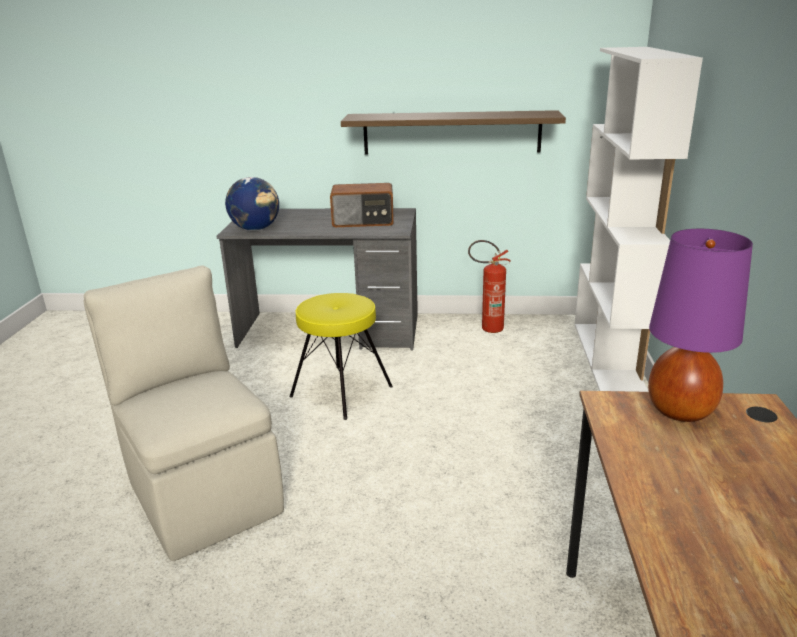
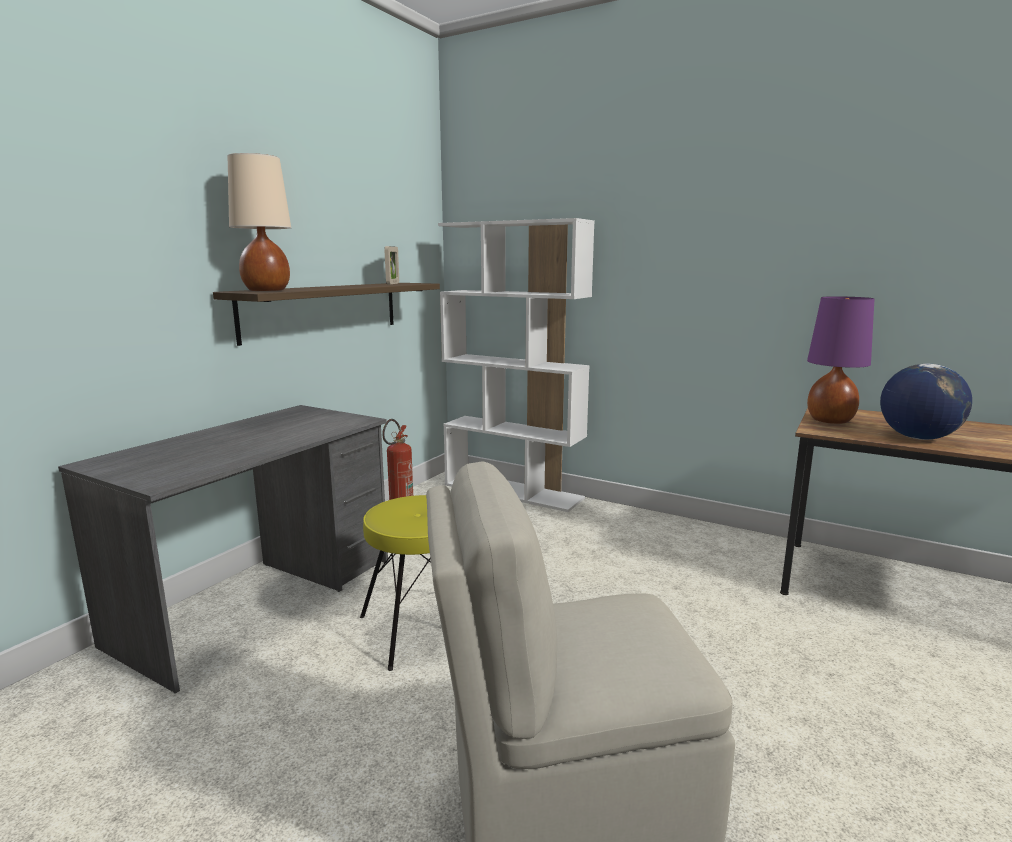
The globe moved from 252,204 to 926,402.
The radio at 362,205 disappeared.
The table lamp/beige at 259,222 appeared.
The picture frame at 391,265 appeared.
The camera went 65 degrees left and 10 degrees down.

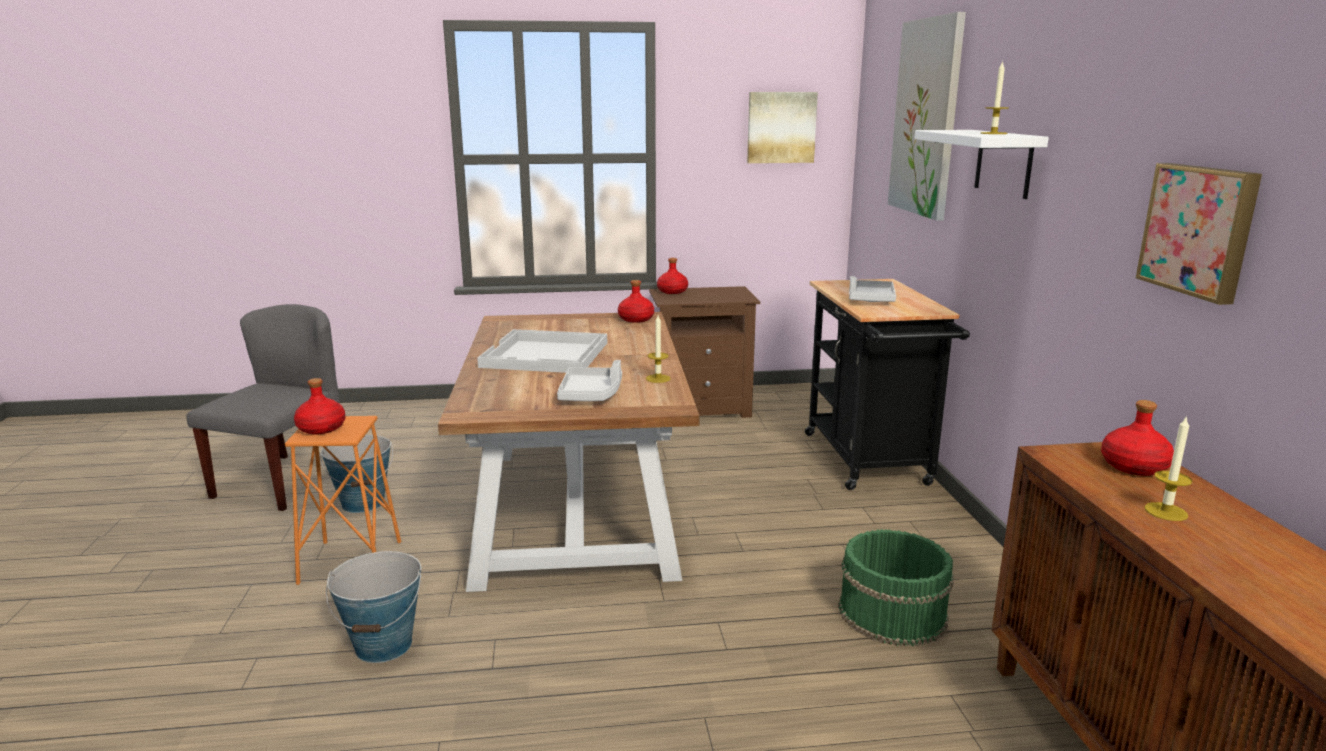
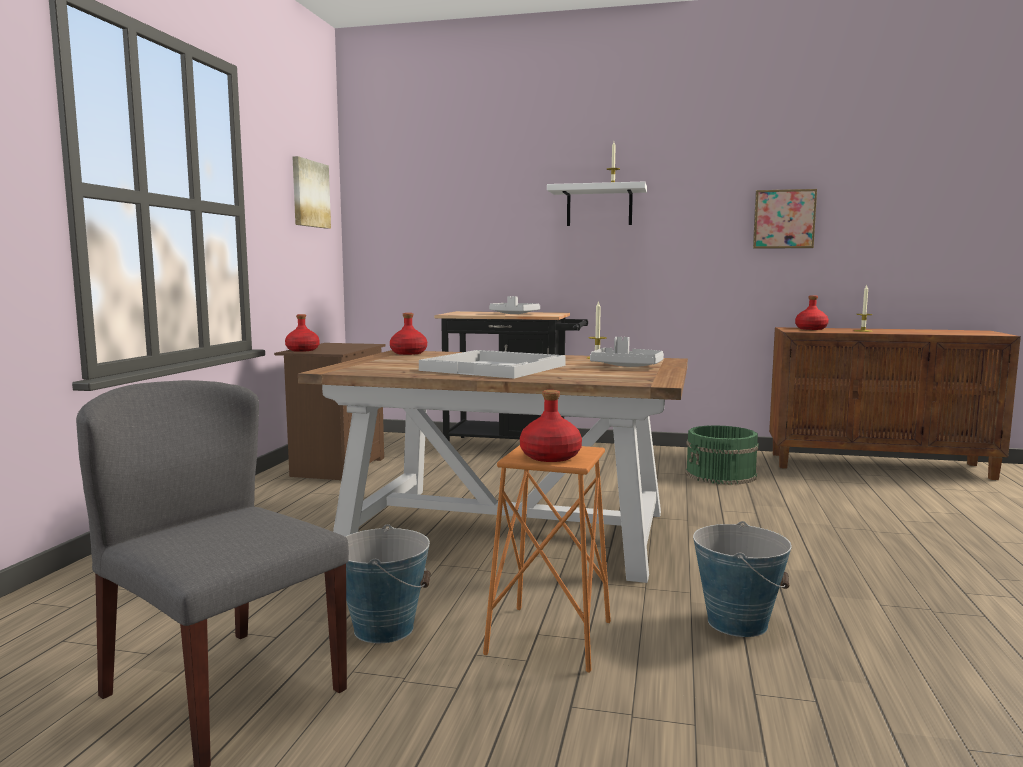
The picture at 927,116 disappeared.
The camera went 70 degrees left and 10 degrees down.

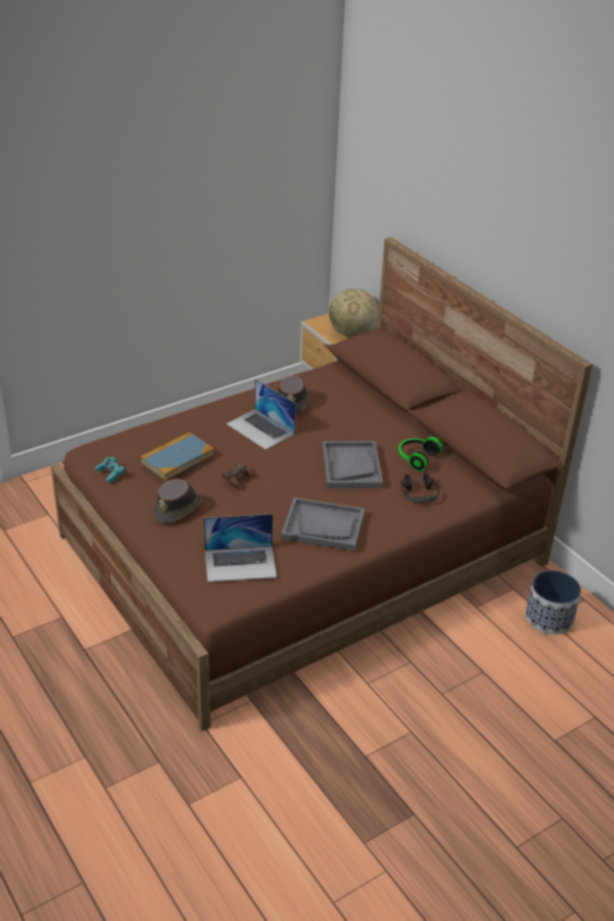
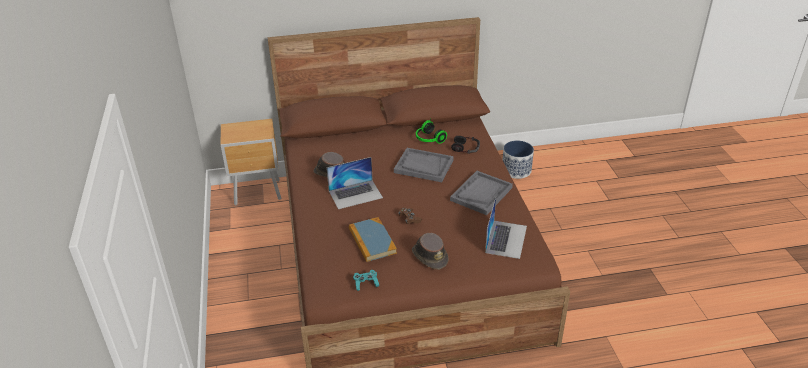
The globe at 353,312 disappeared.
The camera went 65 degrees left and 0 degrees up.

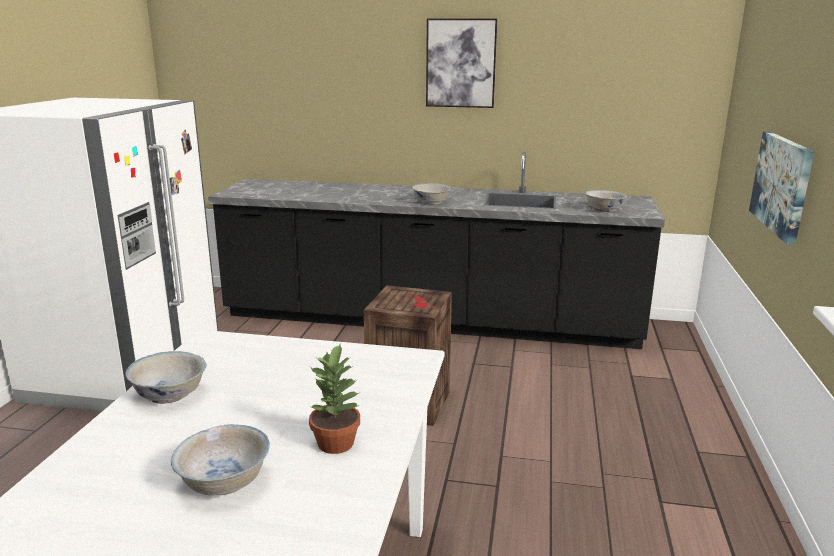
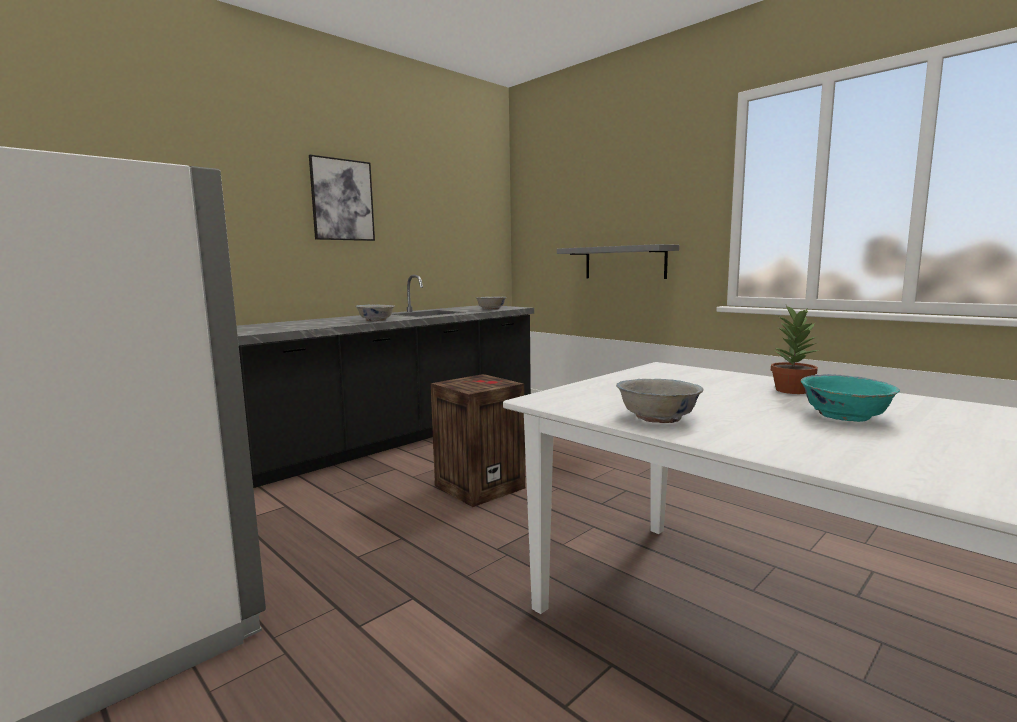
The picture at 781,188 was replaced by the shelf/grey at 618,261.
The bowl/white at 220,459 became the bowl/turquoise at 850,398.
The camera went 55 degrees left and 10 degrees down.

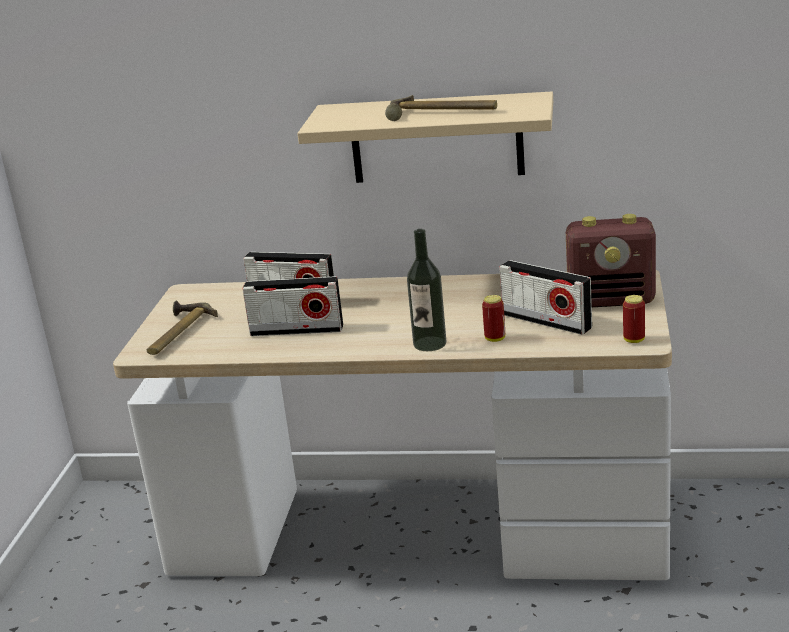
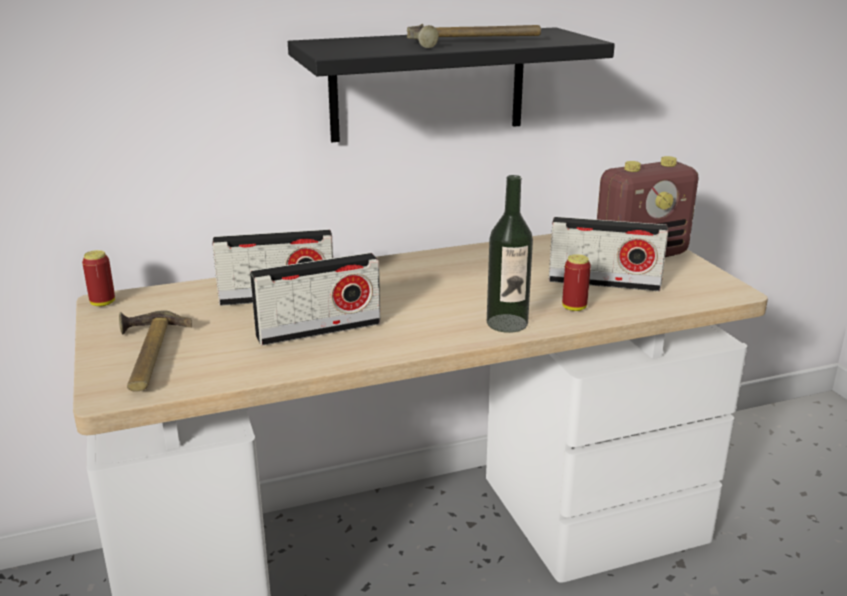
The shelf/beige at 425,137 became the shelf/black at 451,84.
The can moved from 634,319 to 98,278.
The camera went 30 degrees left and 0 degrees up.

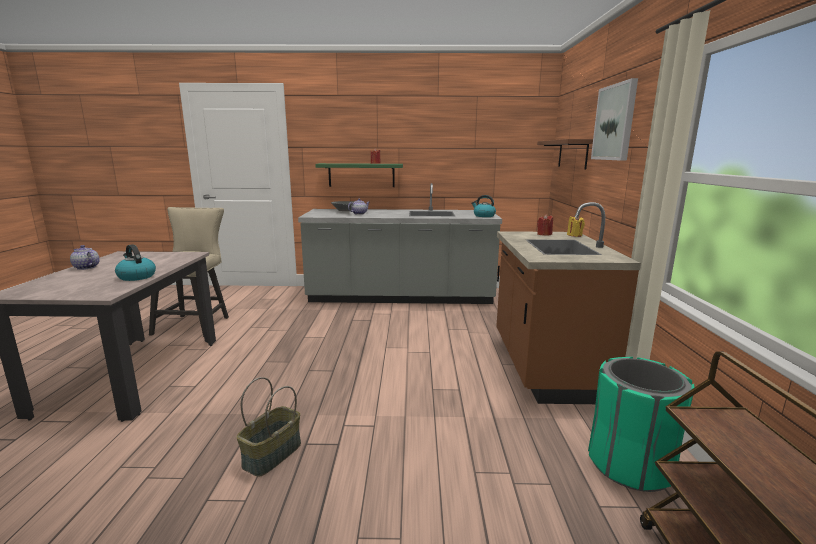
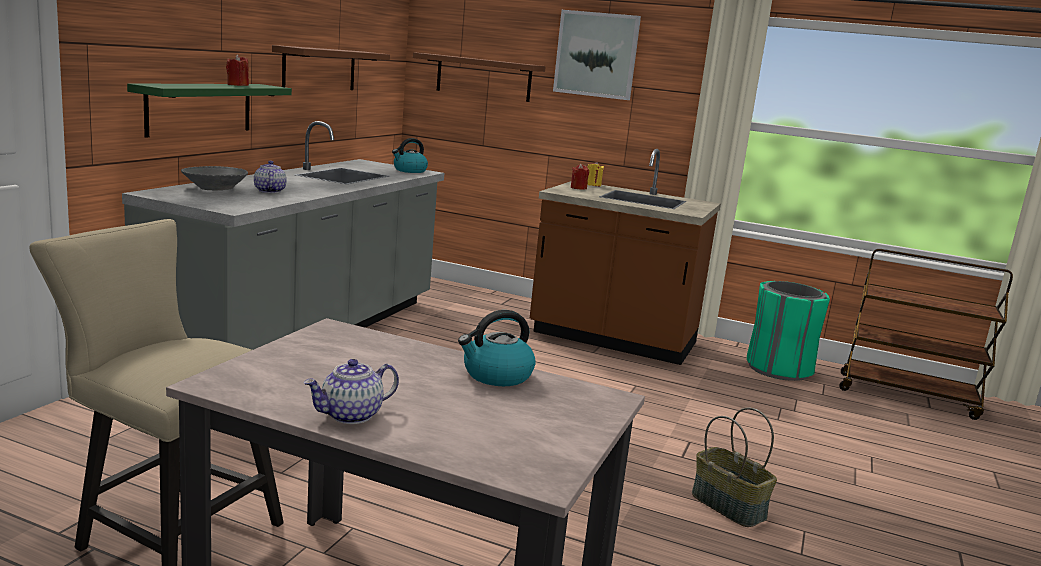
The shelf/brown at 331,67 appeared.
The camera went 70 degrees left and 0 degrees up.

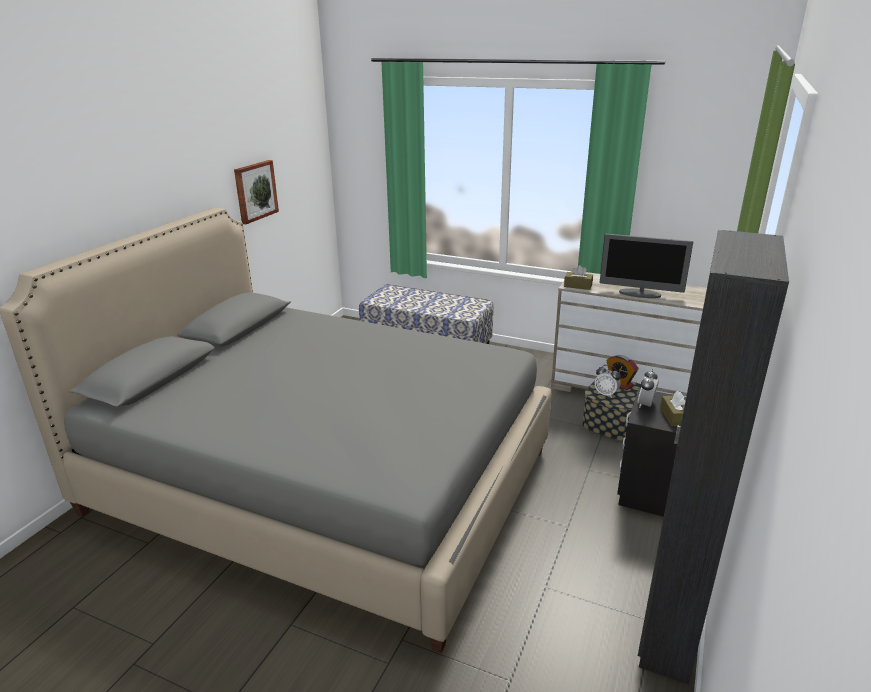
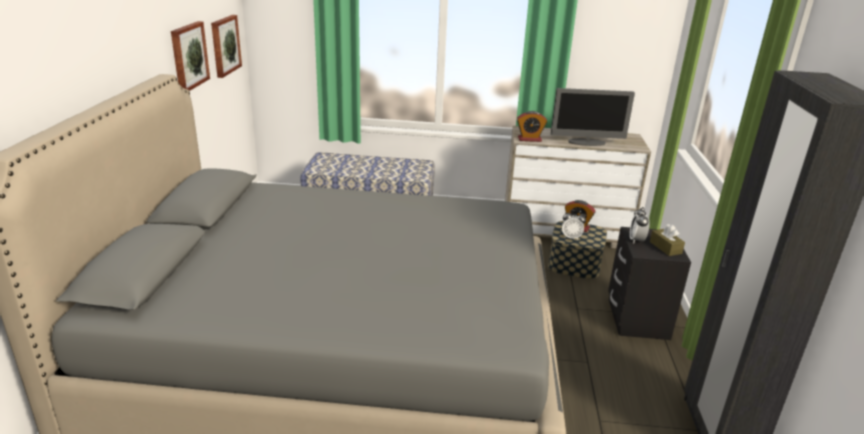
The tissue box/brown at 578,277 was replaced by the alarm clock at 532,126.
The picture at 226,46 appeared.
The camera went 20 degrees left and 0 degrees up.

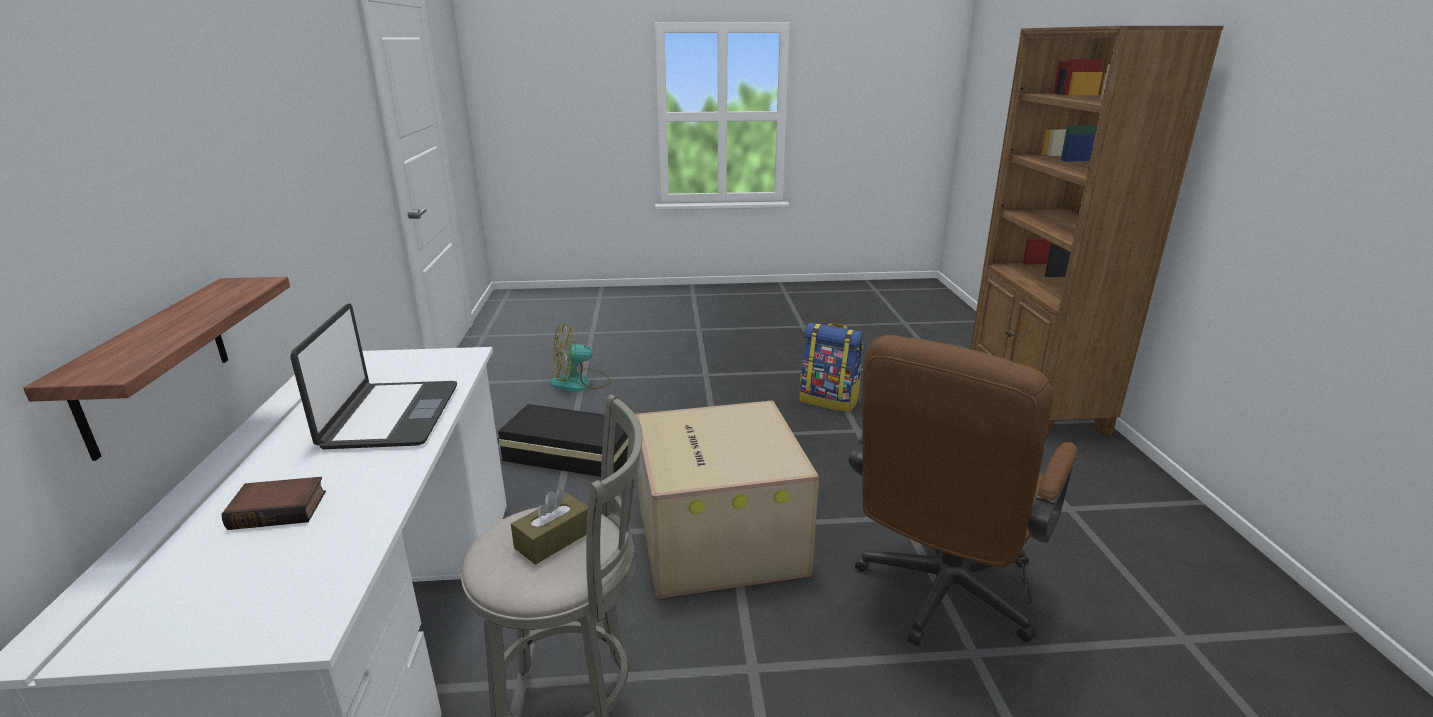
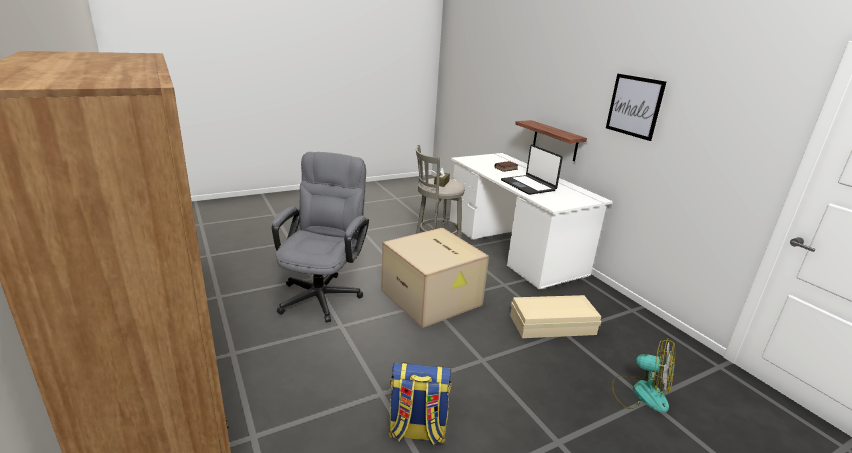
The fan at 580,357 turned 75 degrees clockwise.
The office chair/brown at 963,490 became the office chair/grey at 320,237.
The storage box/black at 563,440 became the storage box/beige at 555,316.
The picture at 636,107 appeared.
The camera went 155 degrees right and 0 degrees up.

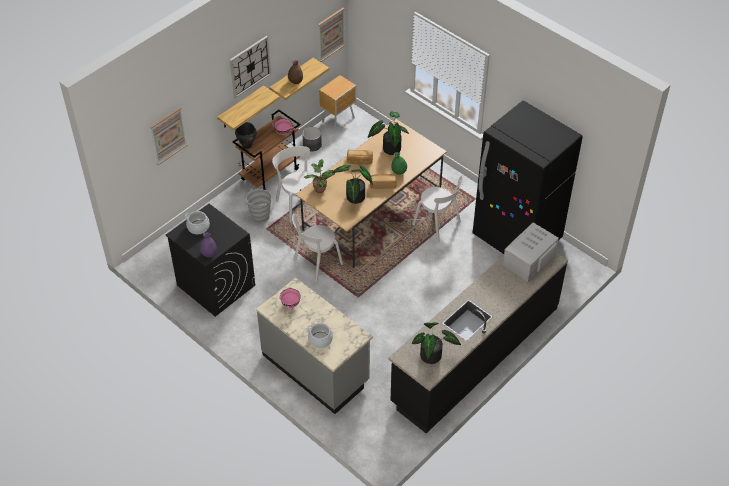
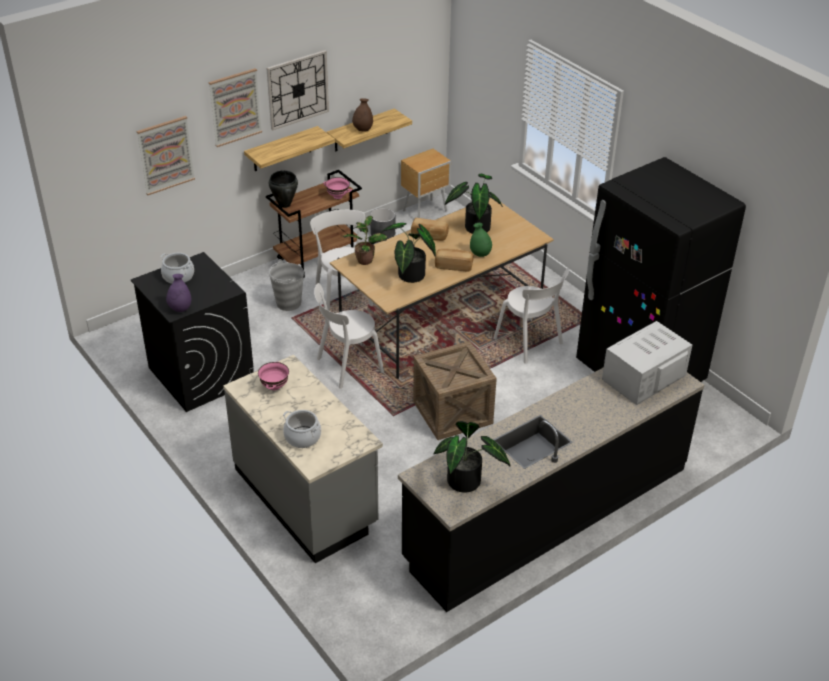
The picture moved from 331,35 to 235,107.
The crate at 455,390 appeared.
The camera went 10 degrees right and 10 degrees down.

